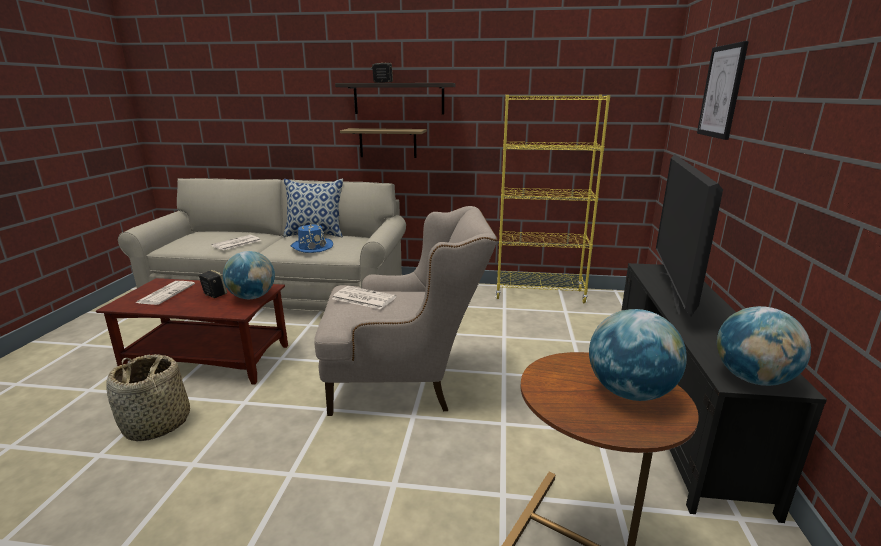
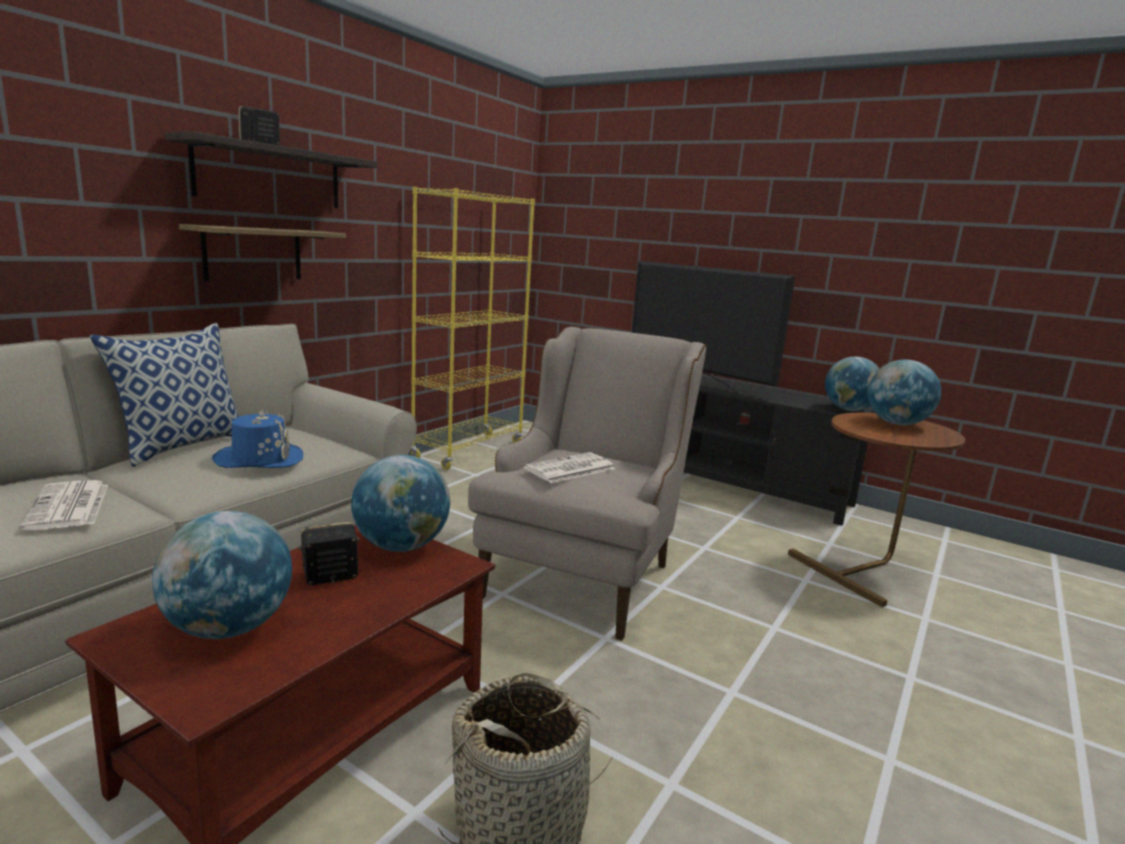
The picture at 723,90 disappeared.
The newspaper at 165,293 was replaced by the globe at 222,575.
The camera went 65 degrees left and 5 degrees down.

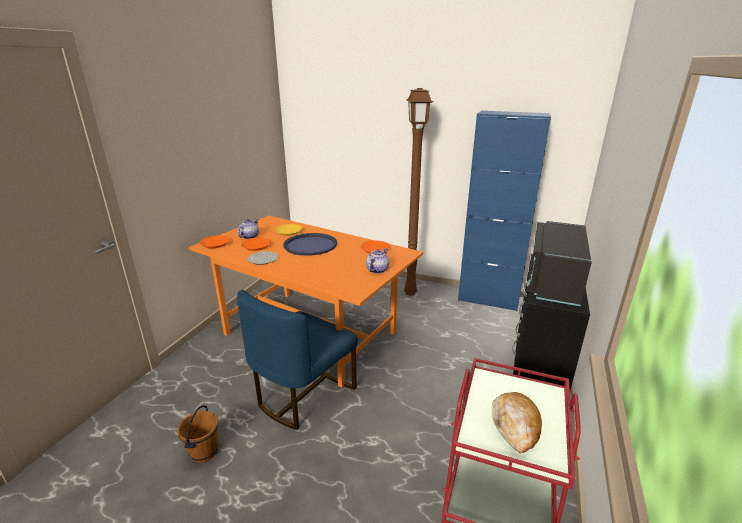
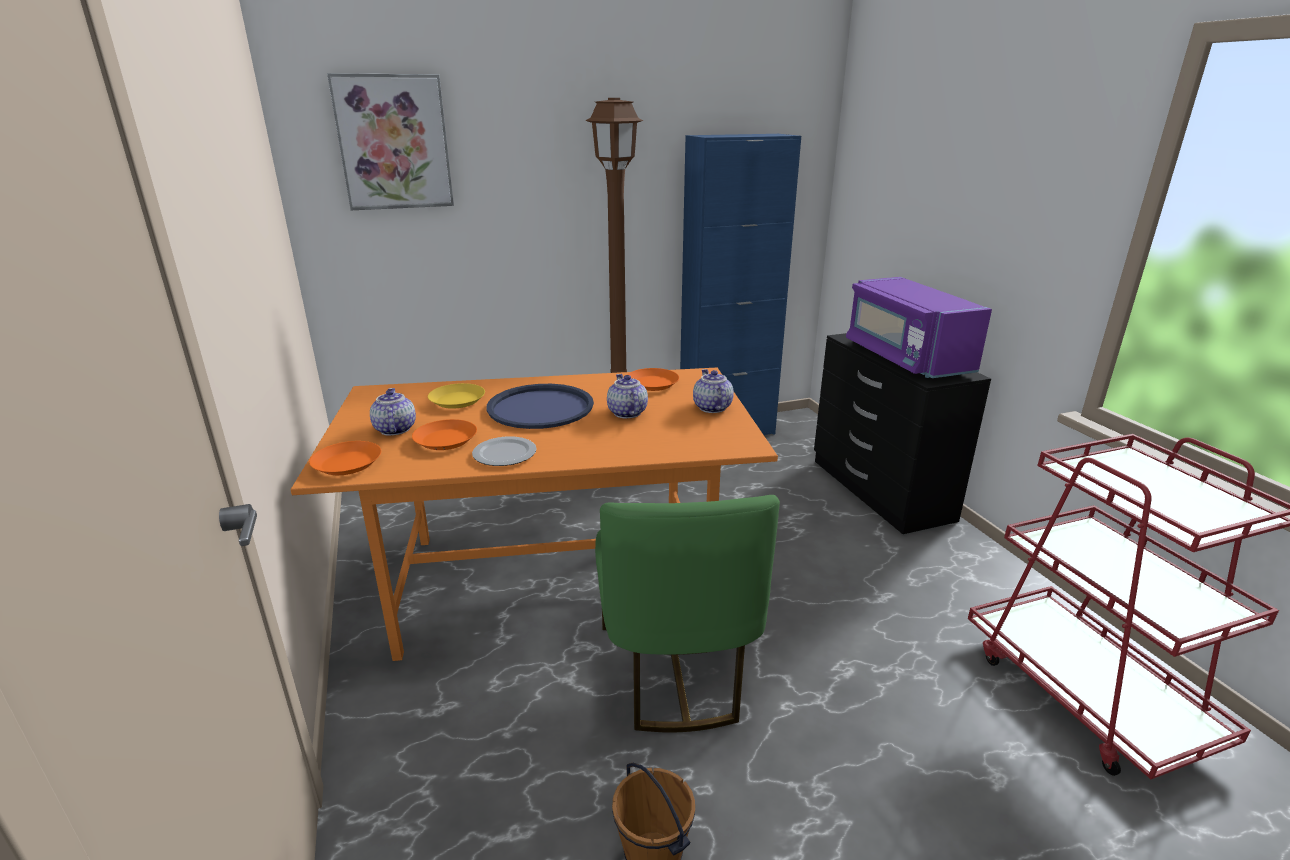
The microwave/black at 559,263 became the microwave/purple at 919,327.
The chair/blue at 297,360 became the chair/green at 687,613.
The bread at 517,422 disappeared.
The picture at 390,141 appeared.
The teapot at 627,396 appeared.
The camera went 40 degrees left and 0 degrees up.

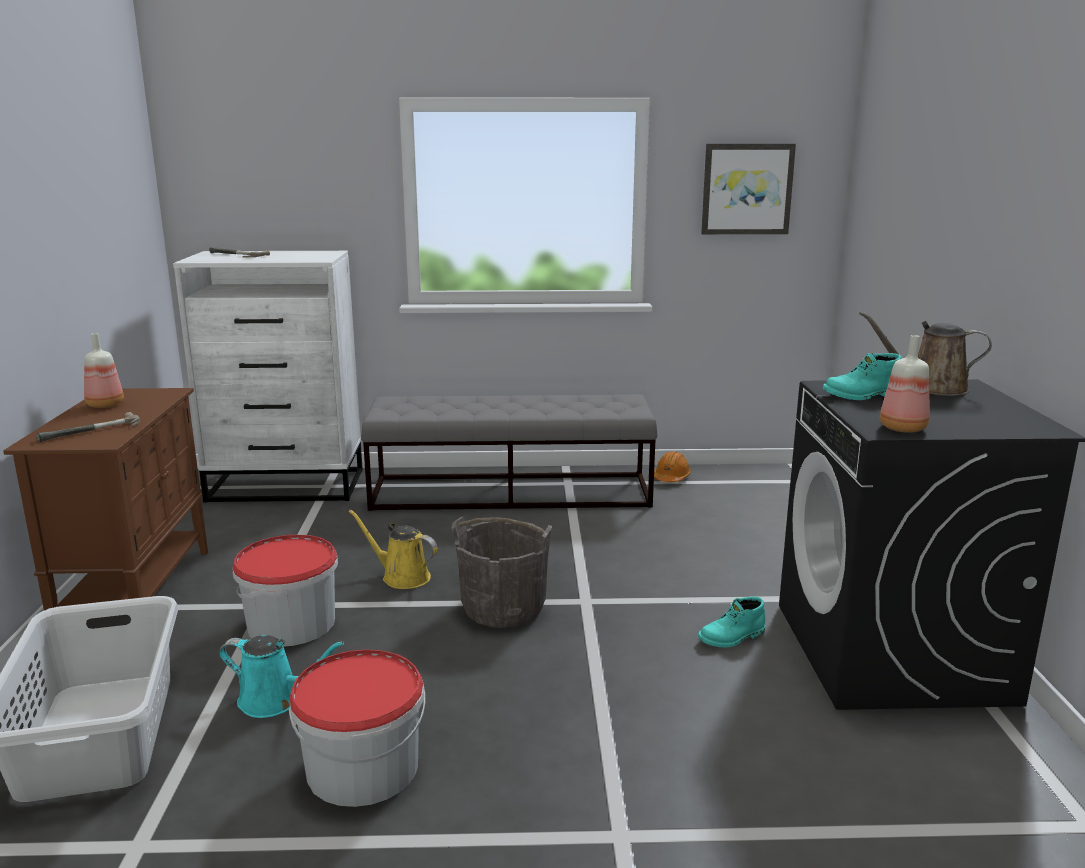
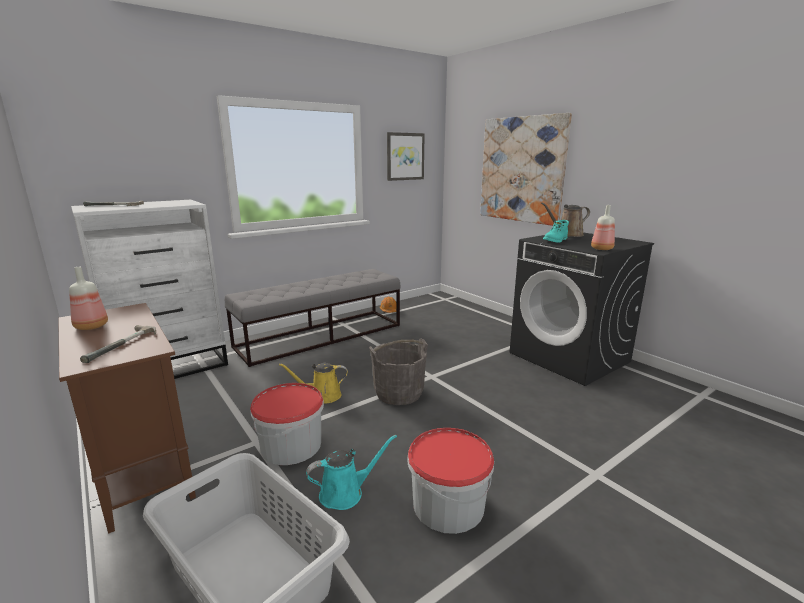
The boot/turquoise at 732,622 disappeared.
The picture at 526,169 appeared.
The camera went 35 degrees left and 0 degrees up.

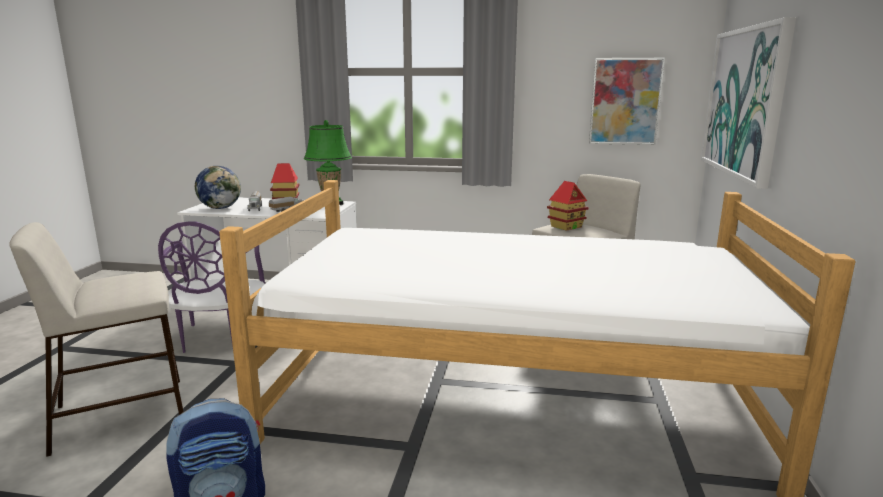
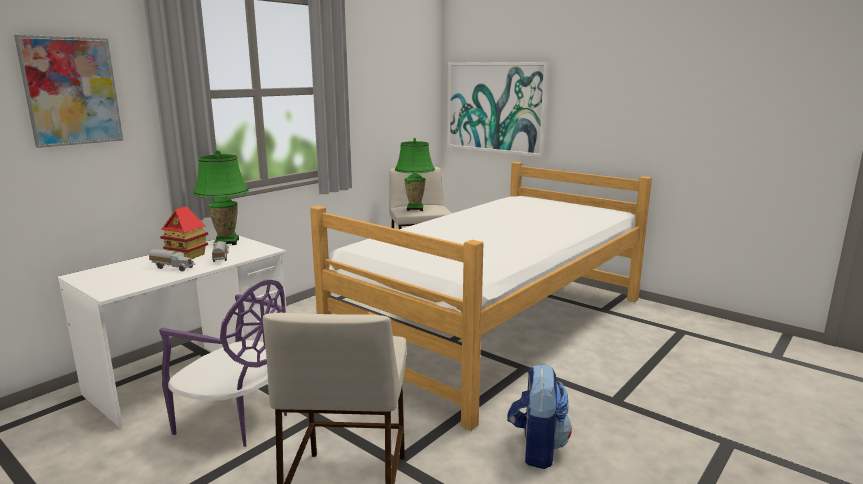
The picture moved from 627,101 to 68,91.
The globe at 218,187 disappeared.
The toy house at 568,206 was replaced by the table lamp/green at 415,174.
The camera went 60 degrees left and 0 degrees up.

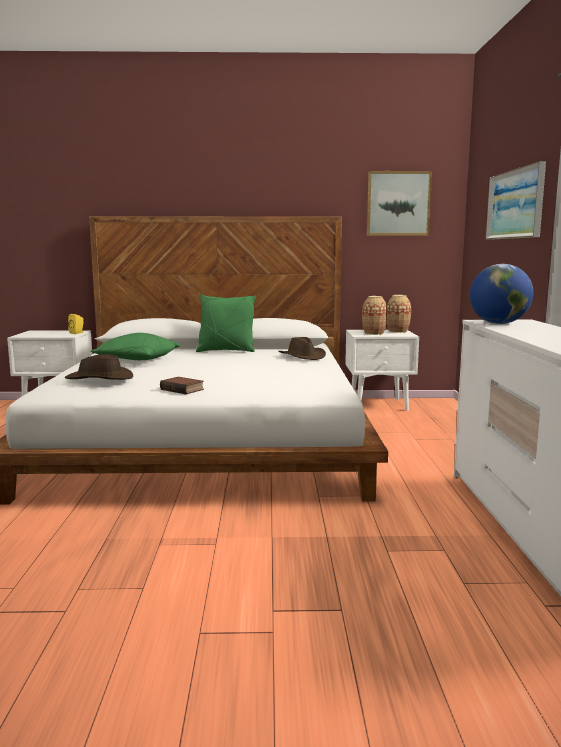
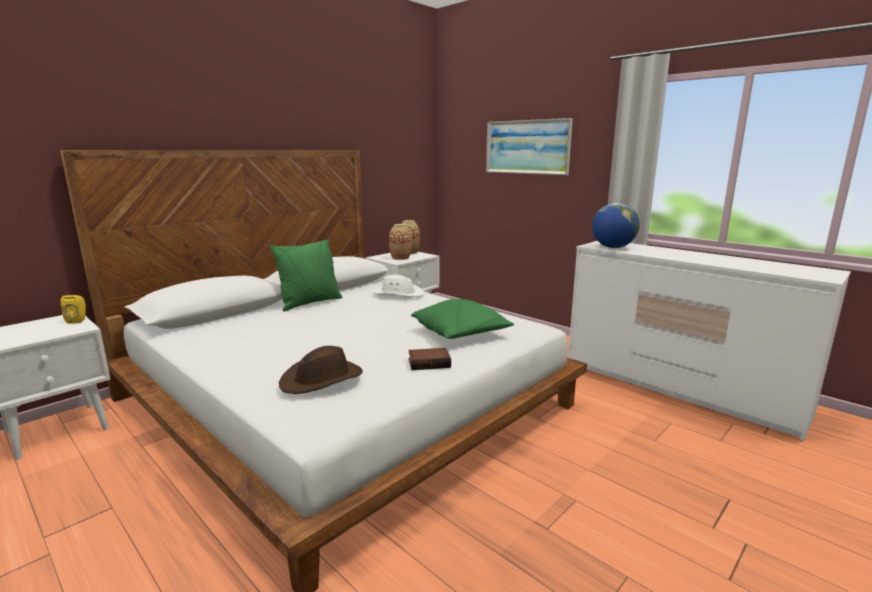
The picture at 399,203 disappeared.
The pillow/green moved from 136,346 to 462,319.
The hat/brown at 302,348 became the hat/white at 399,286.
The camera went 45 degrees left and 5 degrees up.

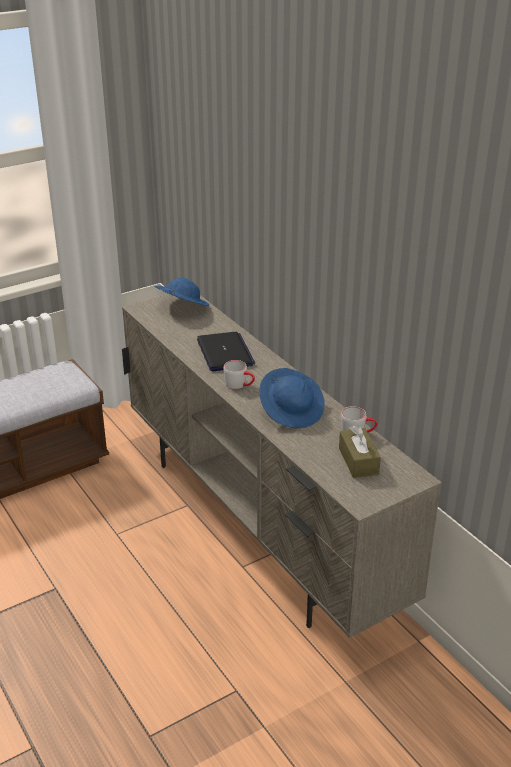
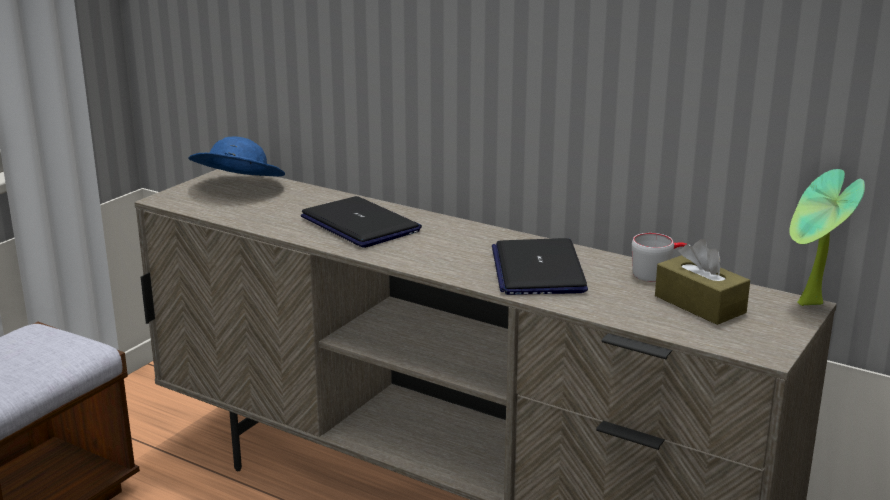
The mug/grey at 239,374 disappeared.
The hat/blue at 292,398 was replaced by the laptop at 540,266.
The potted plant at 827,237 appeared.
The camera went 25 degrees left and 10 degrees down.

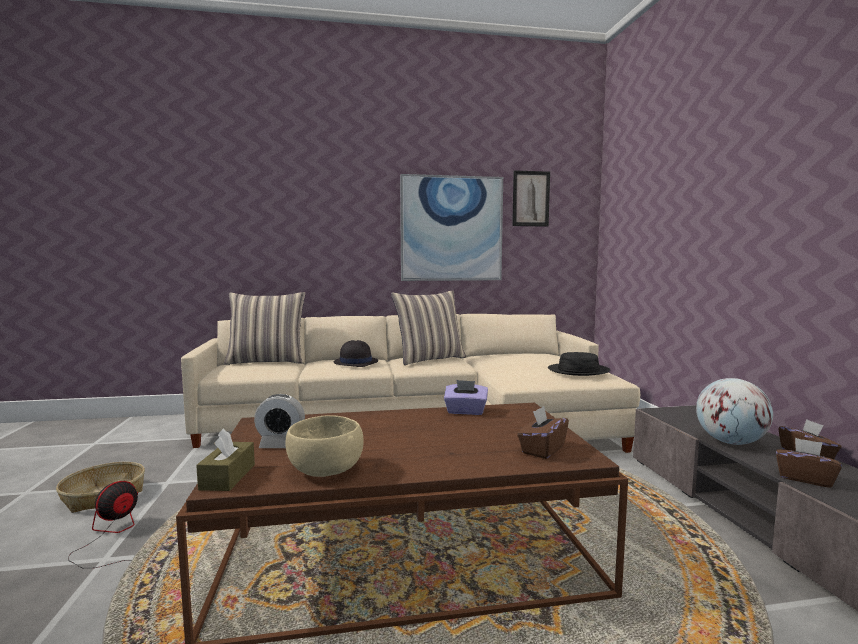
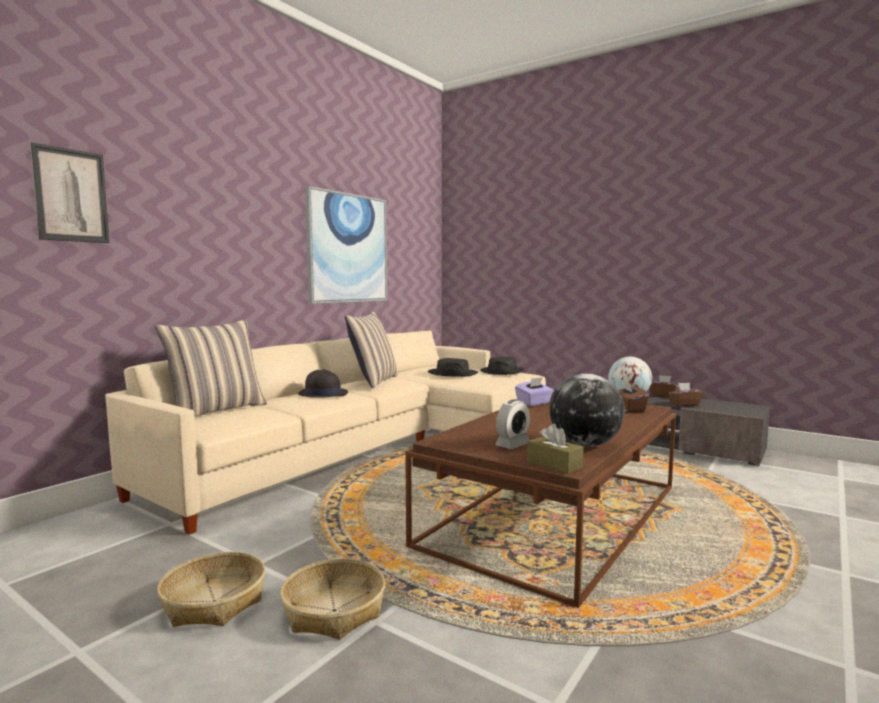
The picture moved from 531,198 to 69,193.
The bowl/beige at 324,446 was replaced by the globe at 587,410.
The fan at 103,524 was replaced by the basket at 332,599.
The hat/black at 453,367 appeared.
The camera went 45 degrees left and 0 degrees up.

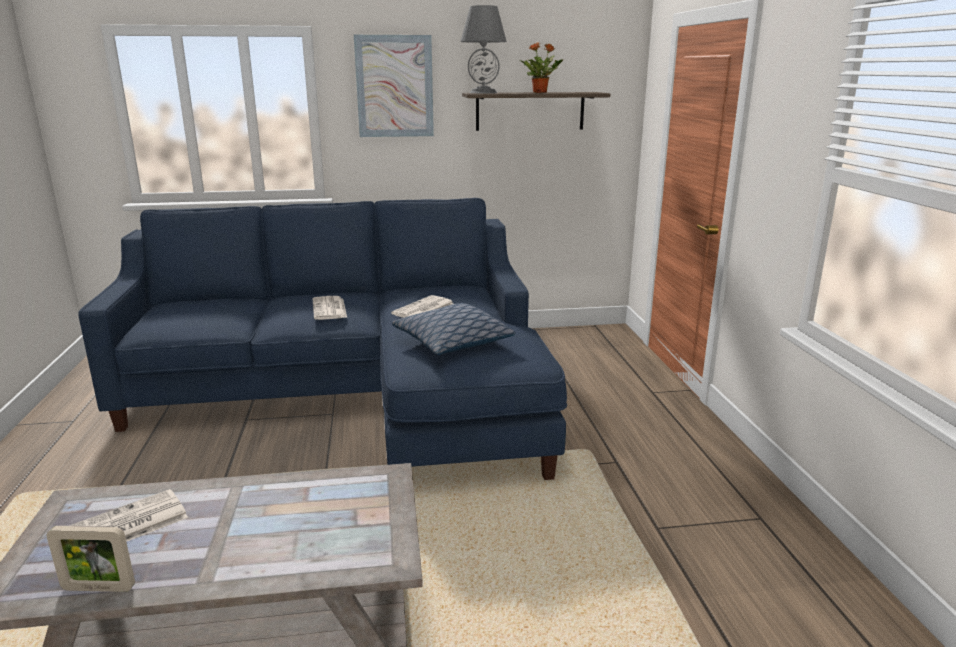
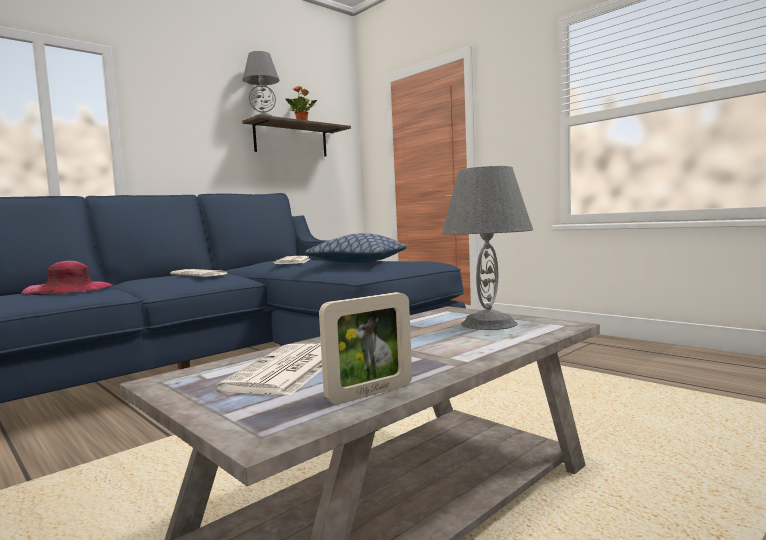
The picture at 394,86 disappeared.
The table lamp/grey at 487,248 appeared.
The hat/pink at 67,278 appeared.
The camera went 35 degrees left and 15 degrees down.

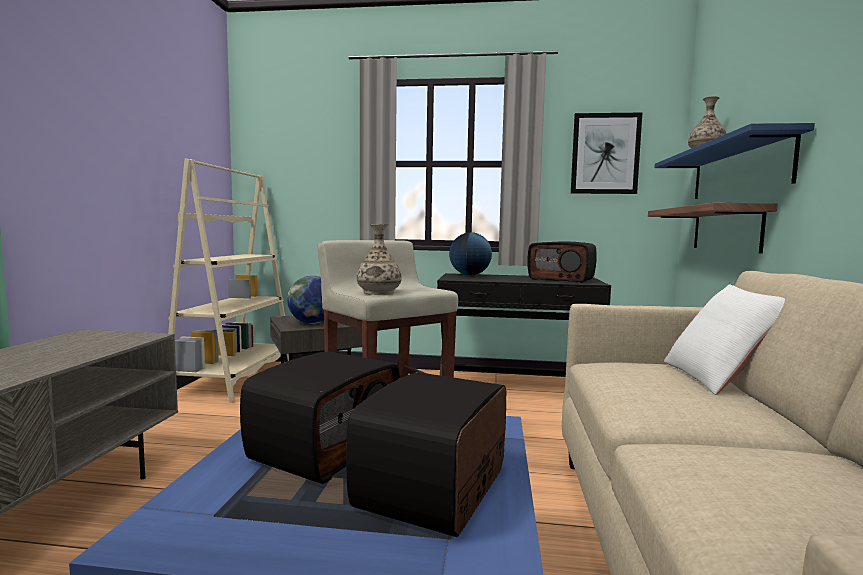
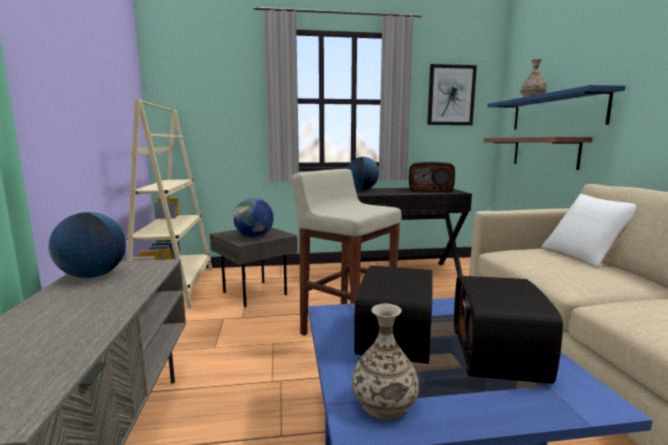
The vase moved from 379,259 to 385,362.
The globe at 87,245 appeared.
The camera went 15 degrees left and 5 degrees up.

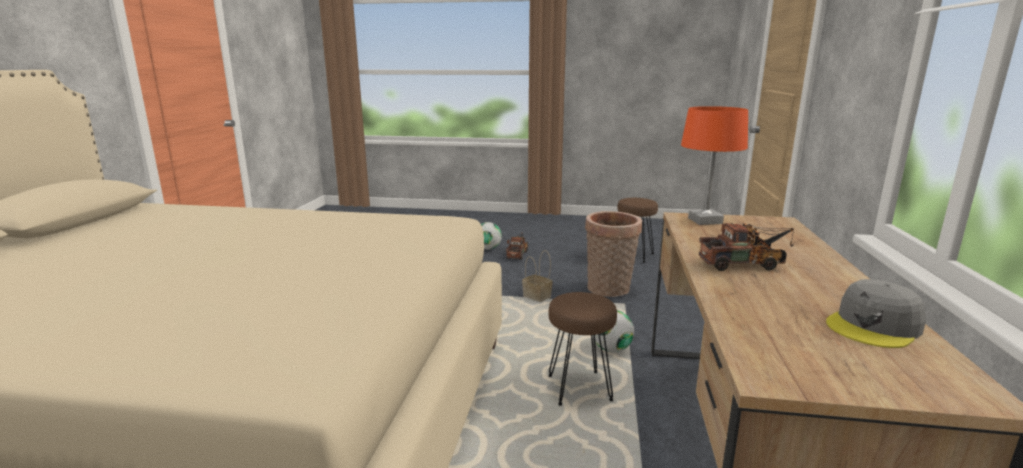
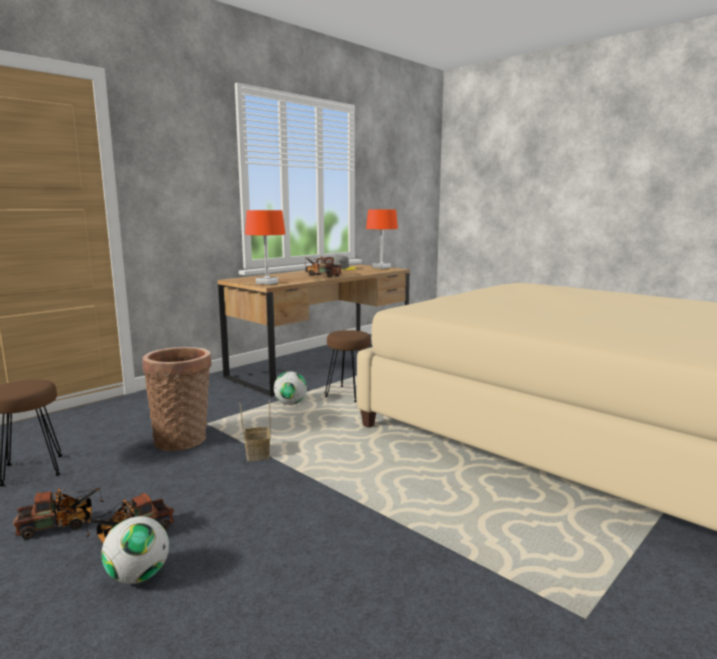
The table lamp/orange at 382,239 appeared.
The toy truck at 58,513 appeared.
The camera went 145 degrees left and 5 degrees down.

